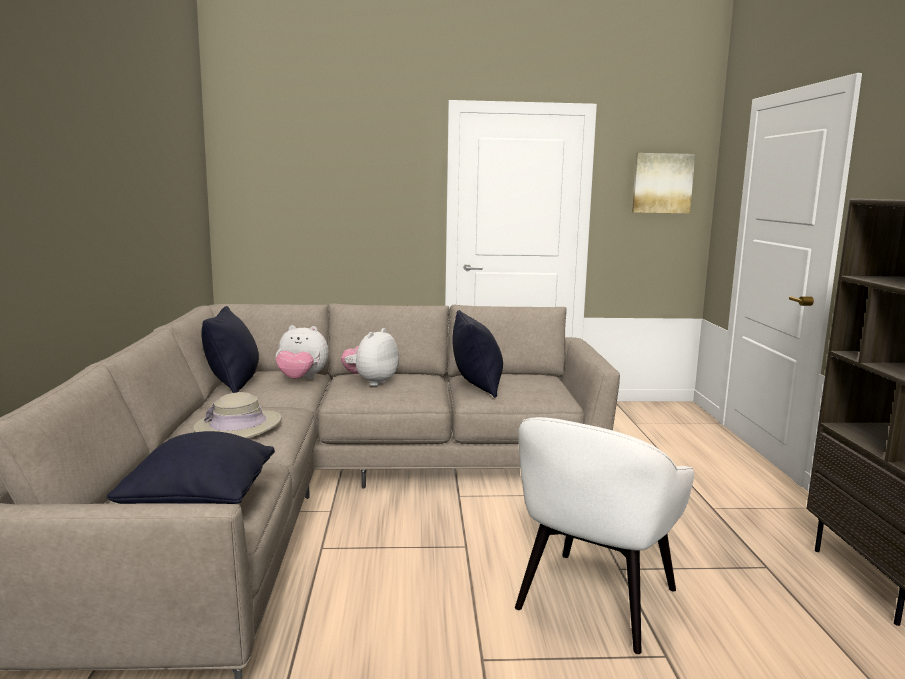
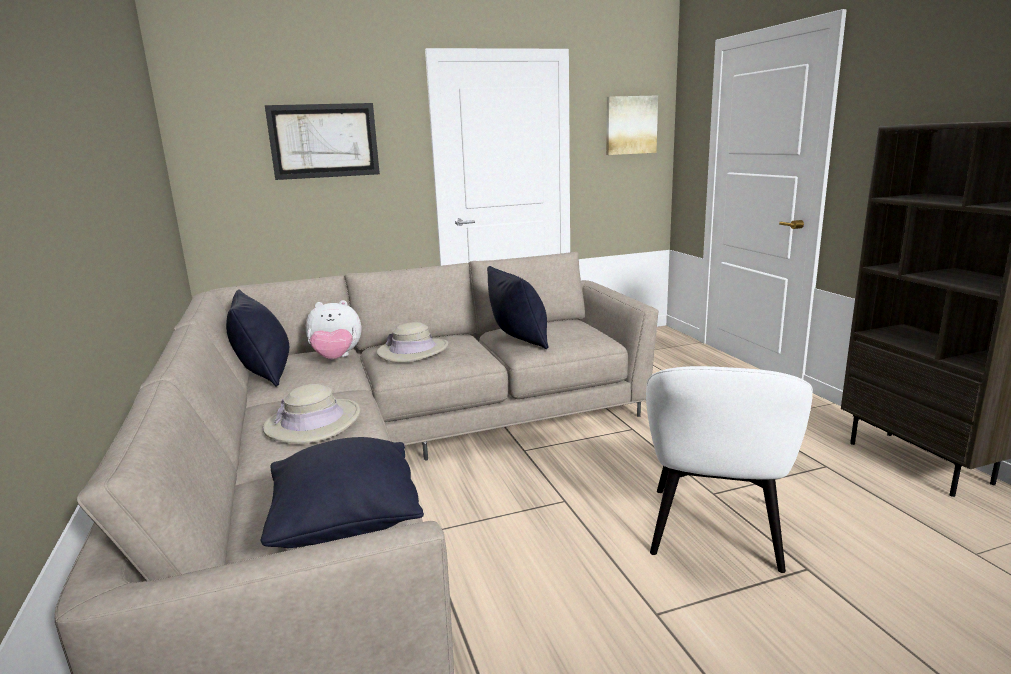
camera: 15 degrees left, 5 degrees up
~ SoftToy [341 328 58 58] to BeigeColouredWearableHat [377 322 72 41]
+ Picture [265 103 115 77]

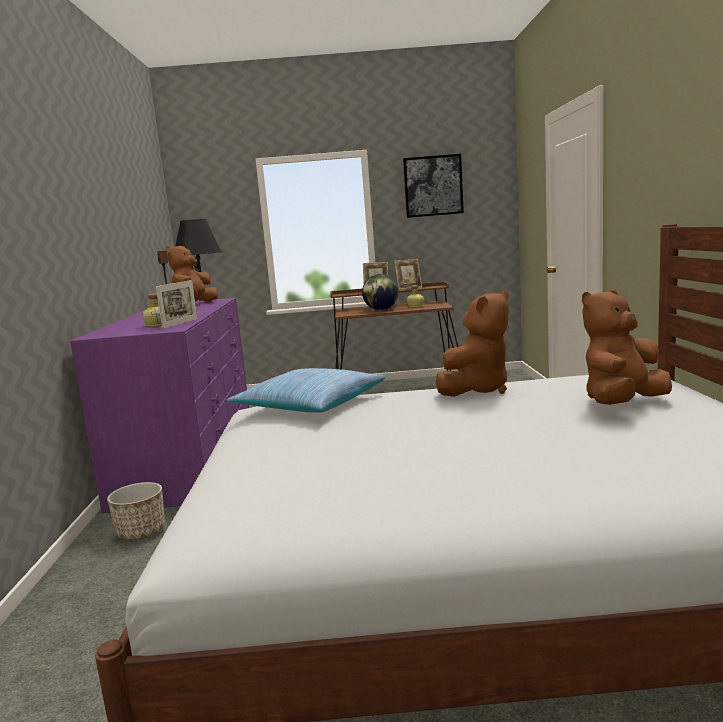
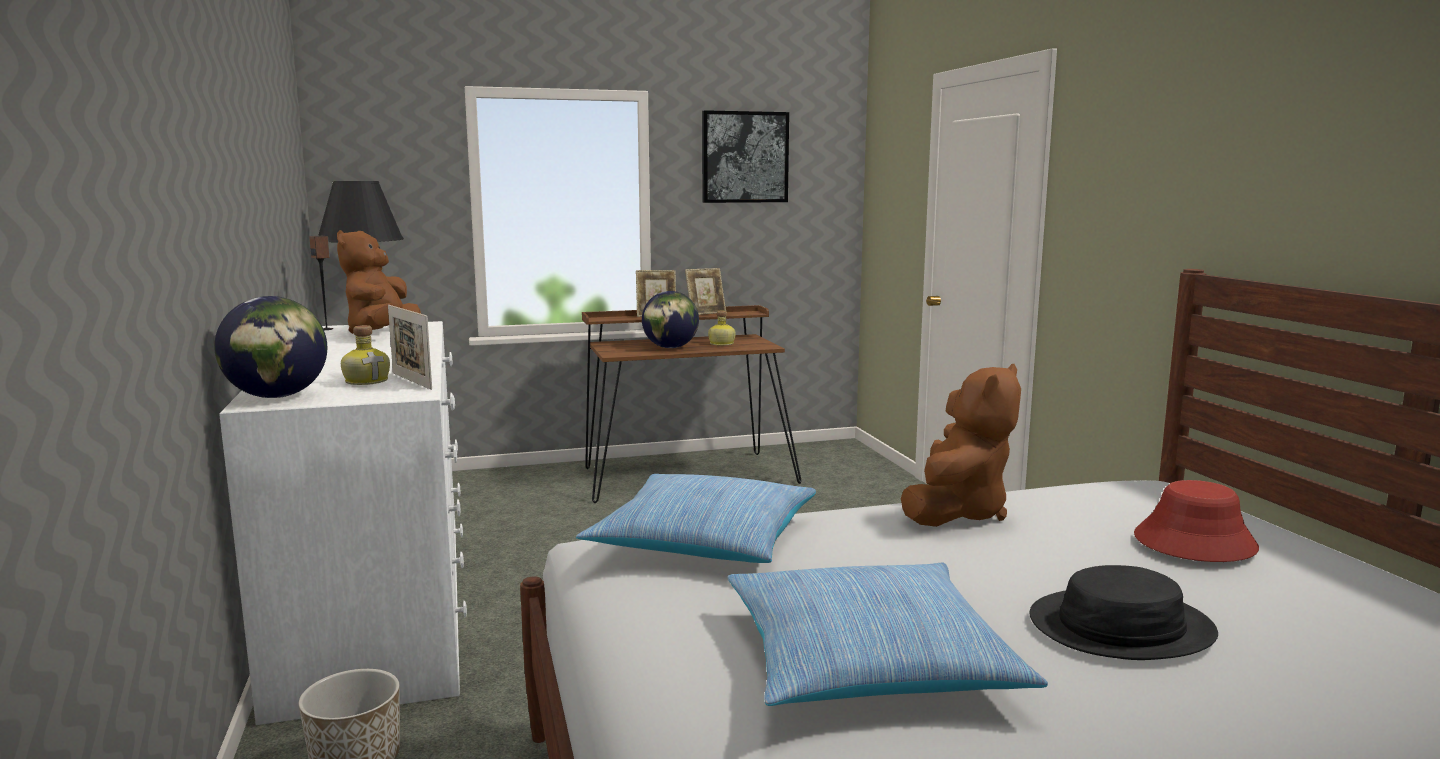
camera: 15 degrees left, 0 degrees up
~ StandingFrame [156 280 41 49] = [388 305 44 85] 135 degrees clockwise
~ BrownColouredSoftToy [582 290 90 115] to RedColouredWearableHat [1134 480 125 82]
~ PurpleColouredChestOfDrawers [70 298 179 215] to WhitishChestOfDrawers [219 321 248 404]
+ Globe [214 296 113 102]
+ Pillow [727 563 321 143]
+ BlackWearableHat [1029 565 189 95]

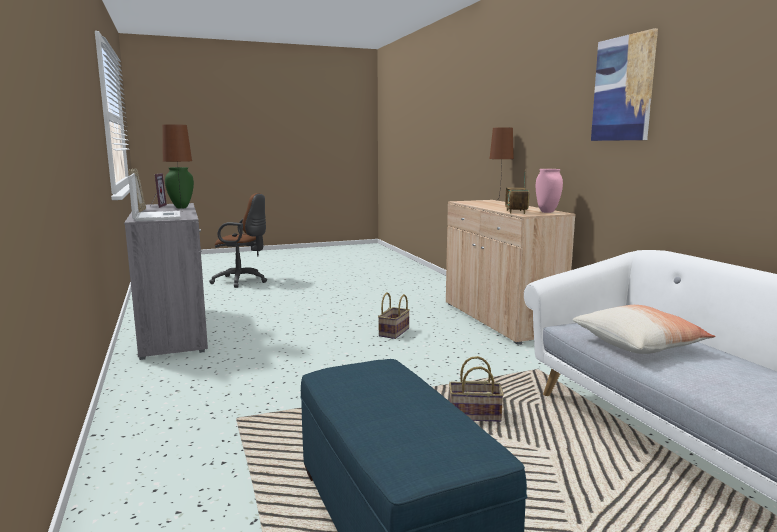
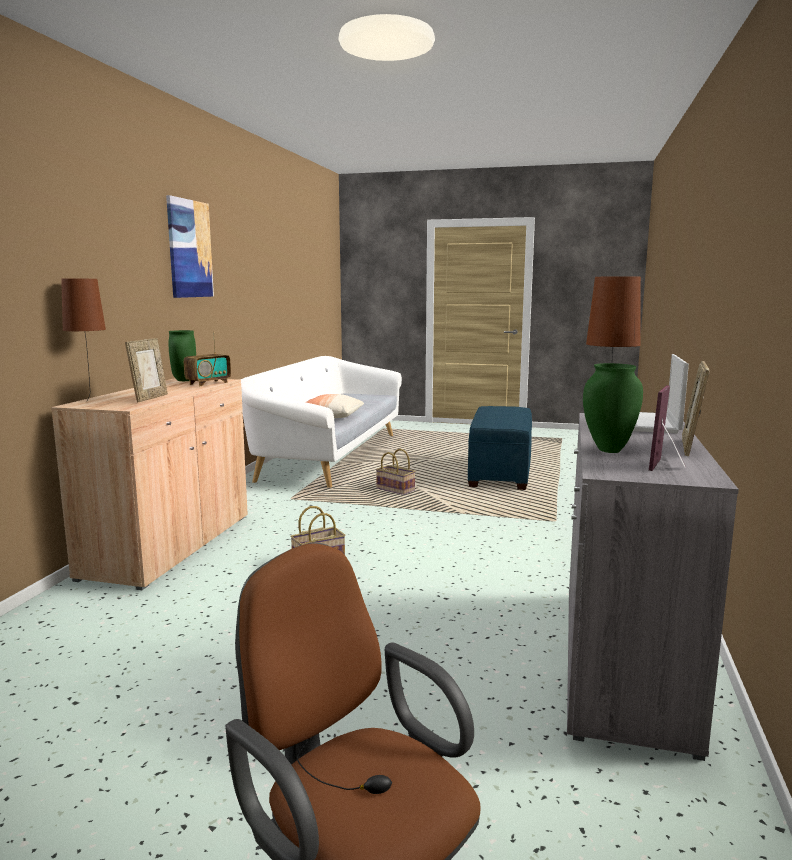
camera: 145 degrees left, 0 degrees up
~ PinkishDecorativeVase [536 169 27 44] to GreenishDecorativeVase [169 330 27 51]
+ StandingFrame [125 338 43 64]

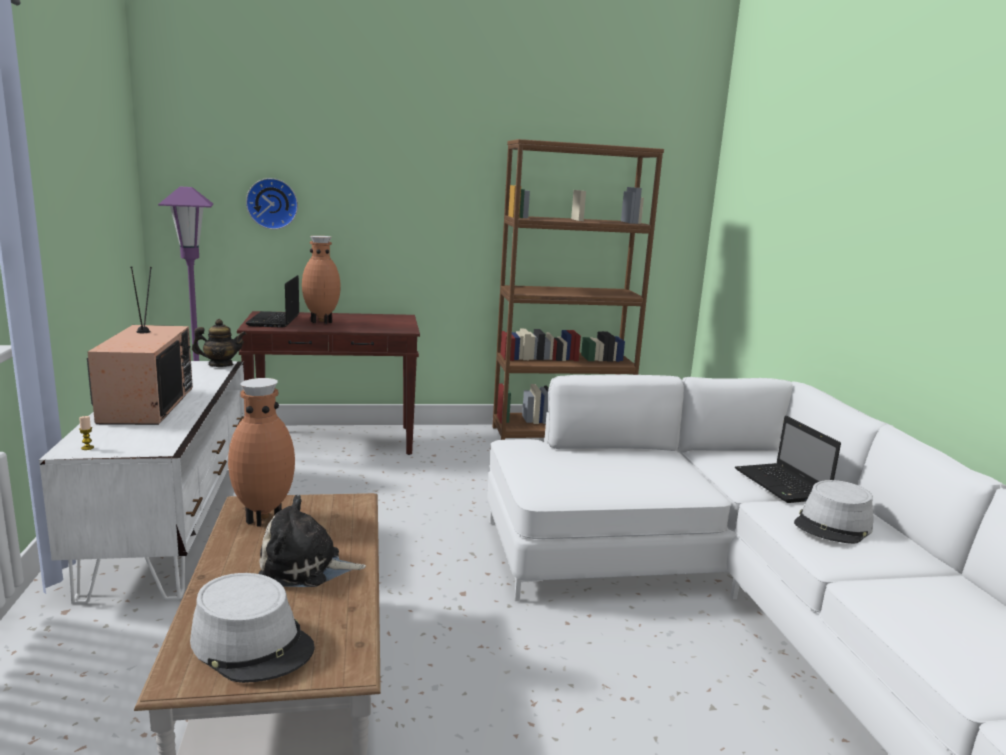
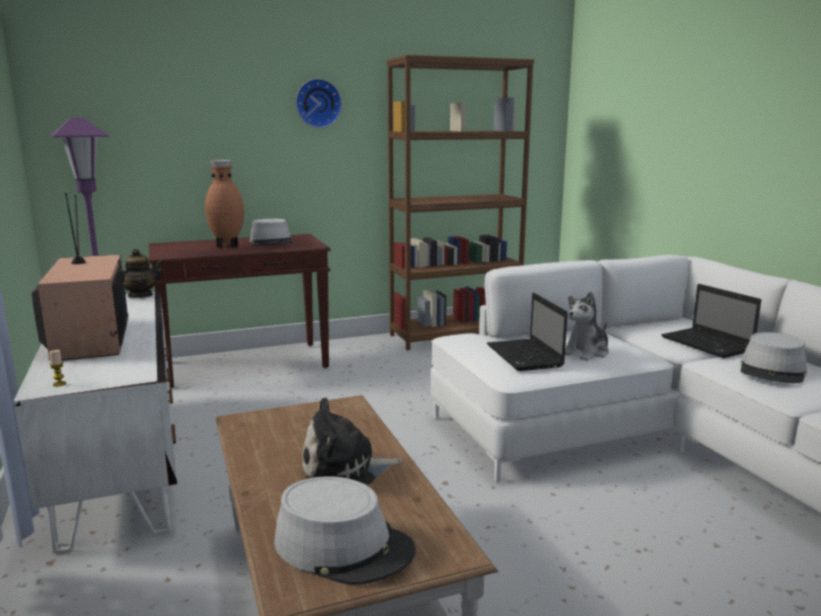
camera: 10 degrees left, 0 degrees up
~ WallClock [246 178 52 52] to [296 79 46 49]
~ Laptop [246 275 53 53] to [487 293 81 78]
- BrownColouredDecorativeVase [228 378 67 149]
+ GreyWearableHat [250 219 44 27]
+ SoftToy [565 292 44 69]

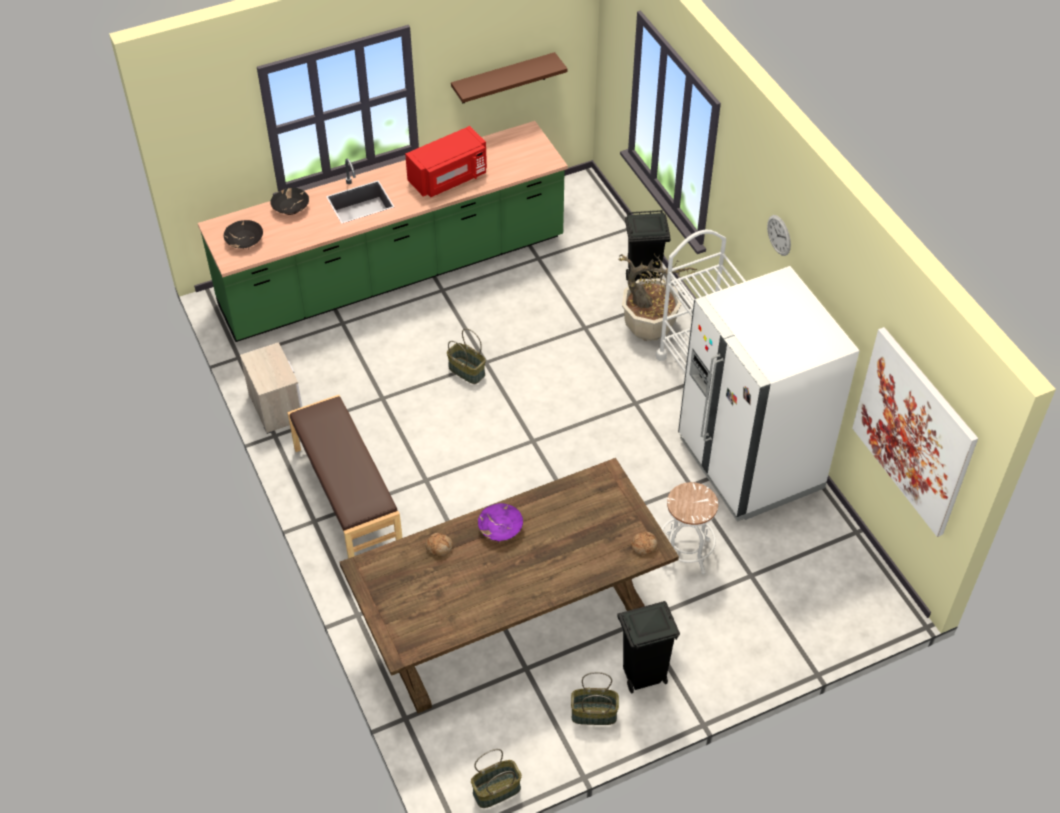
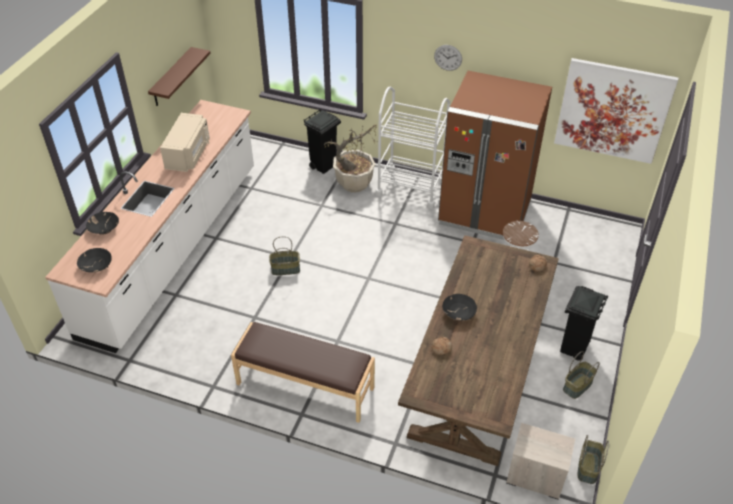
camera: 45 degrees left, 5 degrees down
~ GreenishKitchenBaseUnit [198 121 370 221] to WhitishKitchenBaseUnit [45 100 209 253]
~ RedColouredMicrowaveOven [405 126 82 71] to BeigeColouredMicrowaveOven [160 113 50 59]
~ WhitishFridge [678 266 181 256] to BrownColouredFridge [438 71 114 169]
~ Nightstand [240 342 62 92] to [506 423 69 77]
~ PurpleColouredBowl [478 503 45 39] to BlackBowl [442 294 35 27]

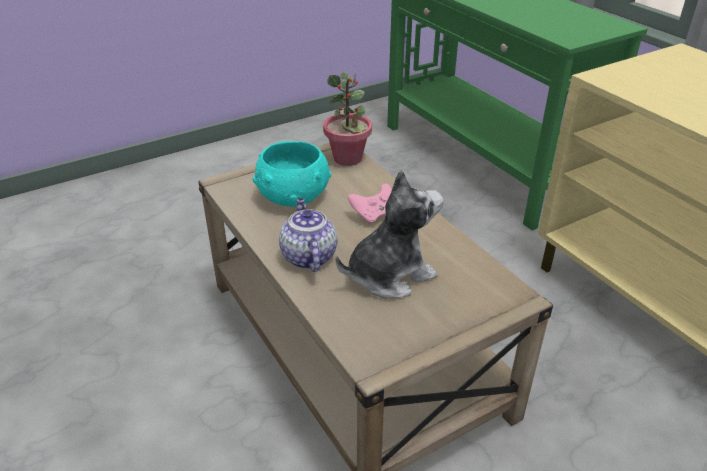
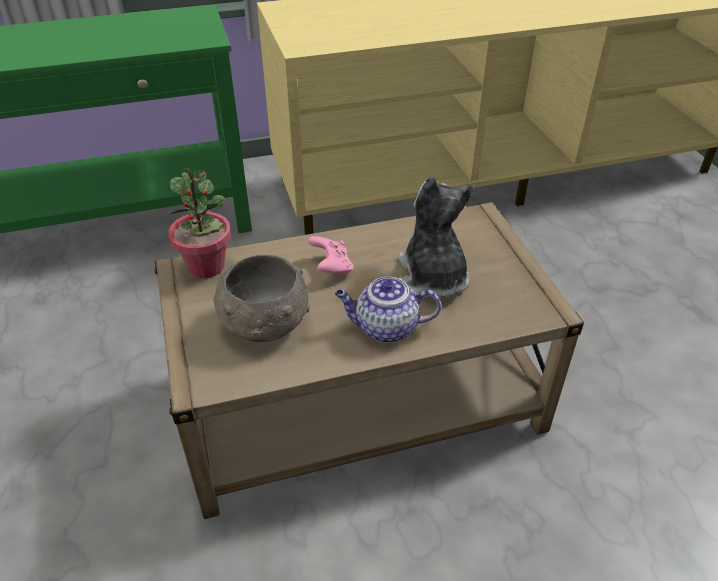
camera: 75 degrees left, 5 degrees up
~ TurquoiseColouredBowl [253 141 78 66] to GreyBowl [214 255 96 87]

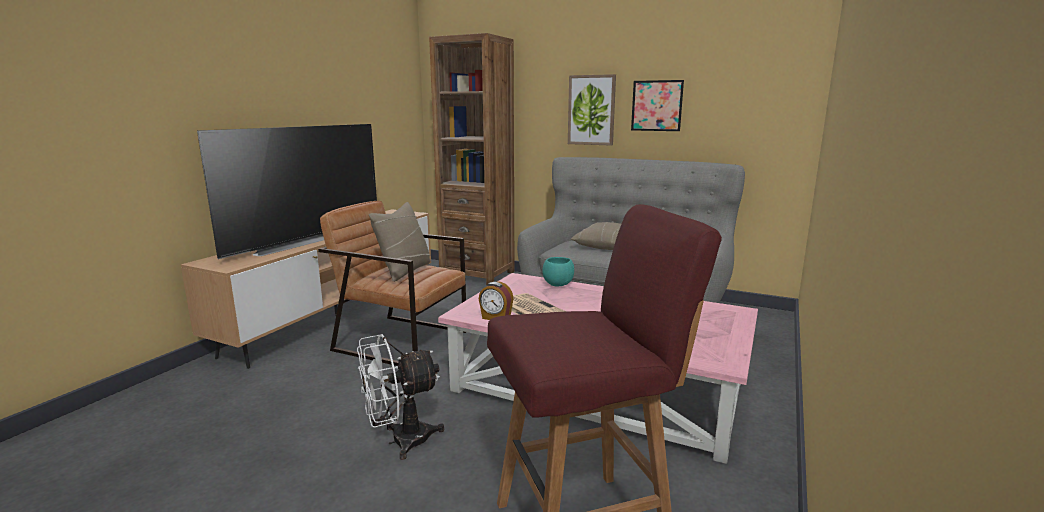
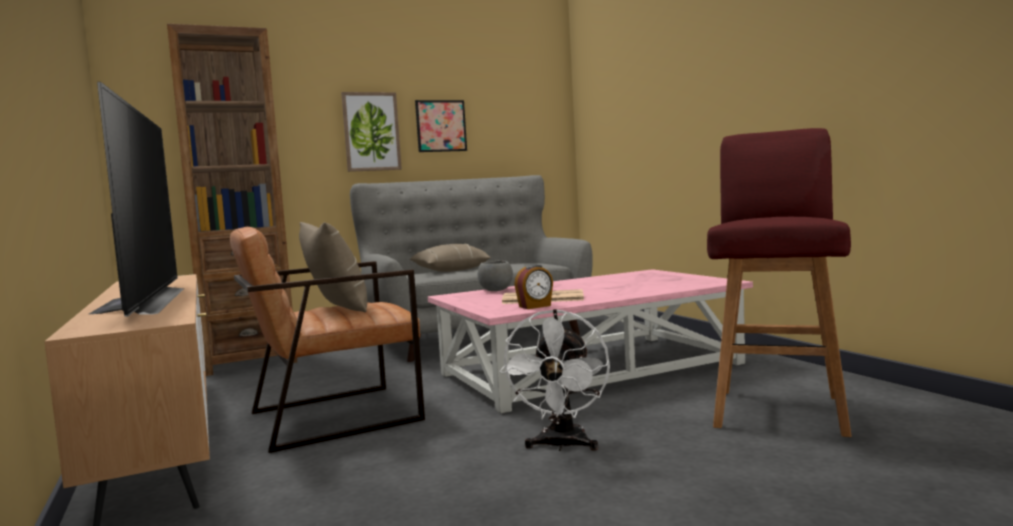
camera: 50 degrees left, 10 degrees down
~ TurquoiseColouredBowl [543 257 31 30] to GreyBowl [478 260 35 31]

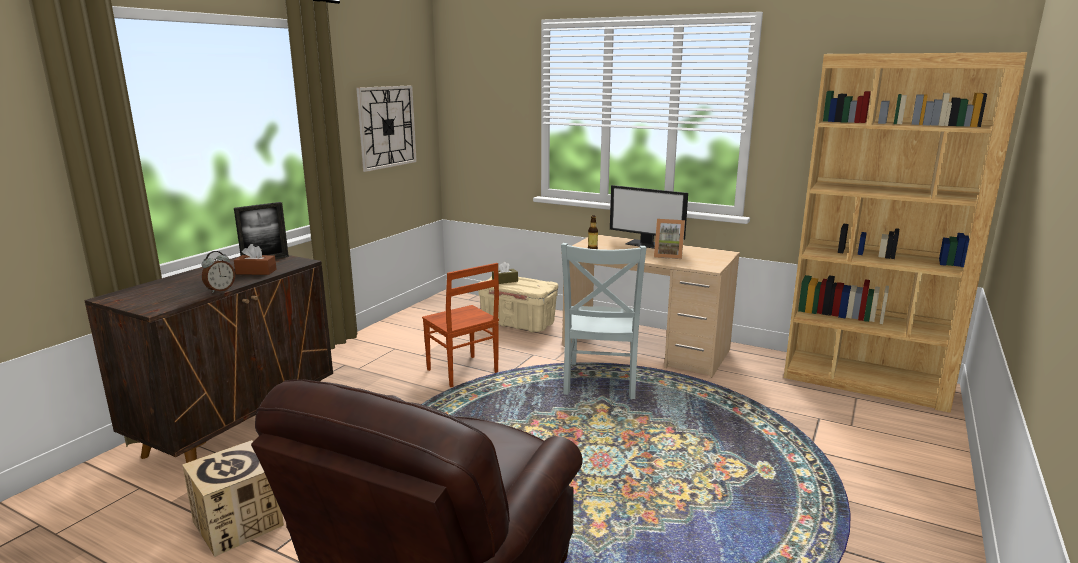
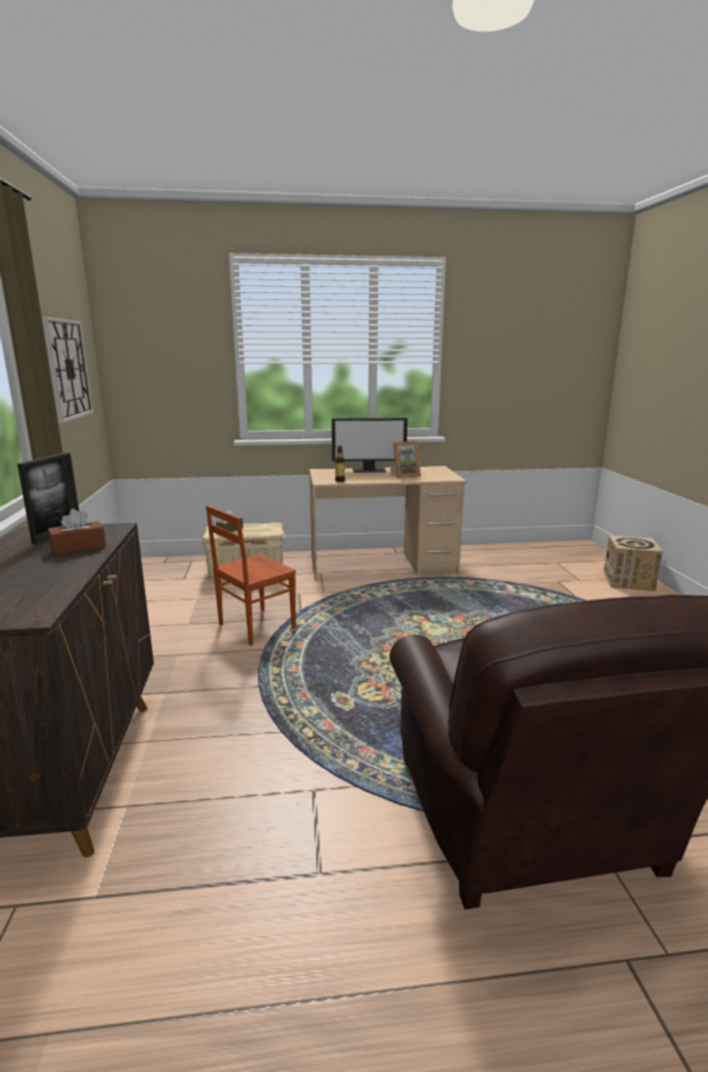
camera: 35 degrees left, 0 degrees up
- BrownColouredBookshelf [784 52 243 361]
- GreyChair [561 243 85 156]
- AlarmClock [202 251 33 42]
~ BrownColouredChair [422 263 77 124] = [206 505 90 141] 120 degrees clockwise
~ Carton [182 440 102 117] to [604 535 59 56]

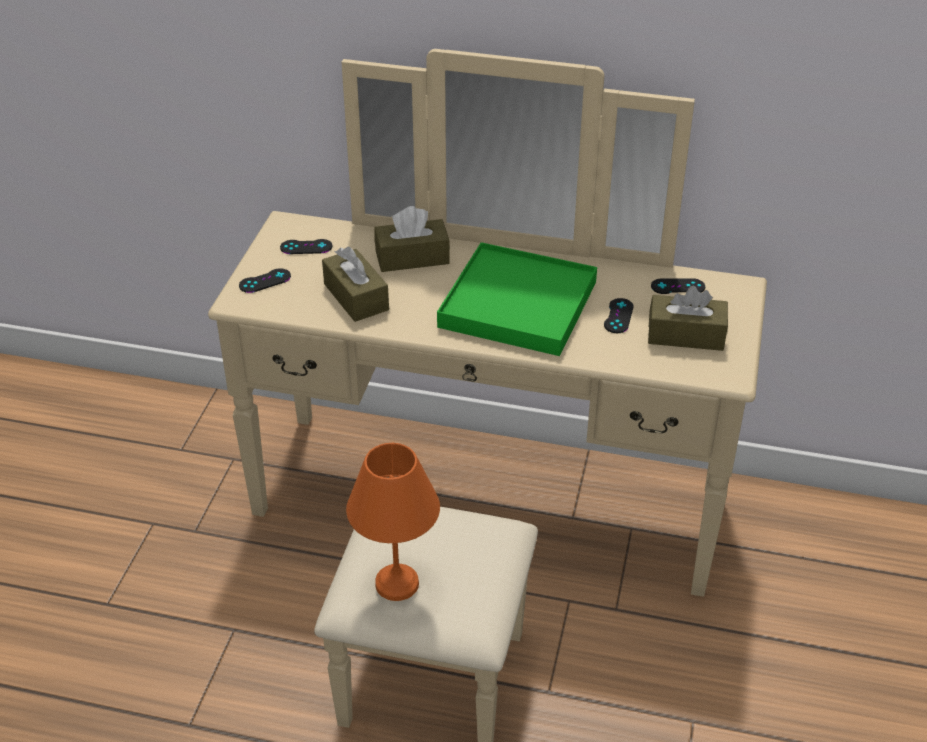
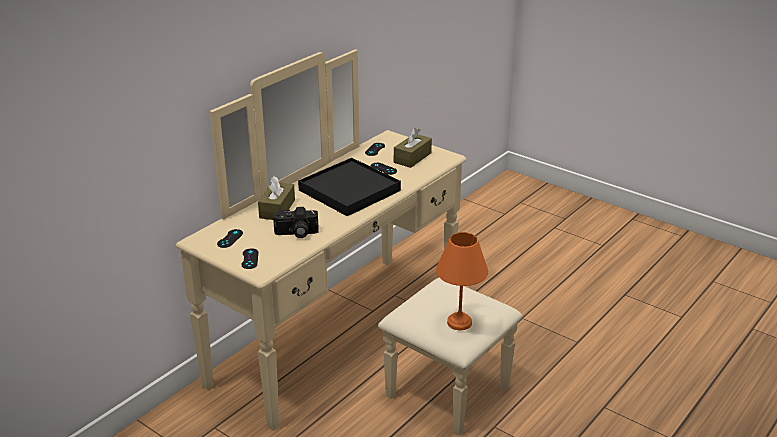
camera: 65 degrees left, 10 degrees down
~ GreenishTray [437 242 160 114] to BlackTray [298 158 103 58]
~ BrownColouredBoxOfTissues [322 247 67 75] to StillCamera [273 207 46 31]

